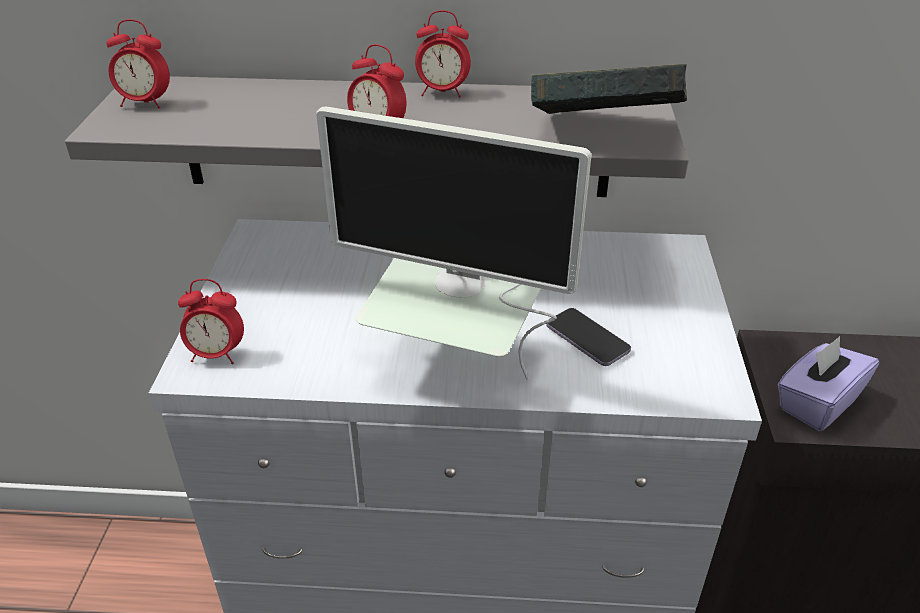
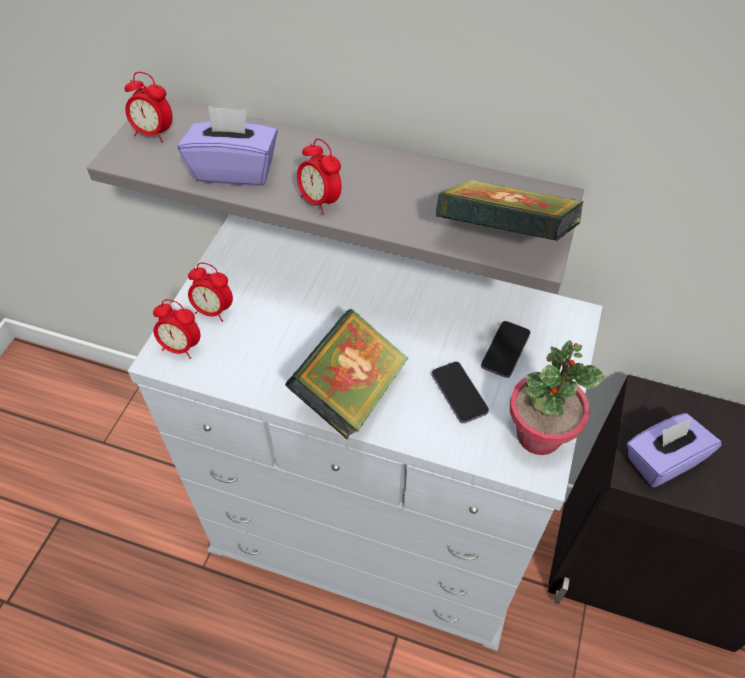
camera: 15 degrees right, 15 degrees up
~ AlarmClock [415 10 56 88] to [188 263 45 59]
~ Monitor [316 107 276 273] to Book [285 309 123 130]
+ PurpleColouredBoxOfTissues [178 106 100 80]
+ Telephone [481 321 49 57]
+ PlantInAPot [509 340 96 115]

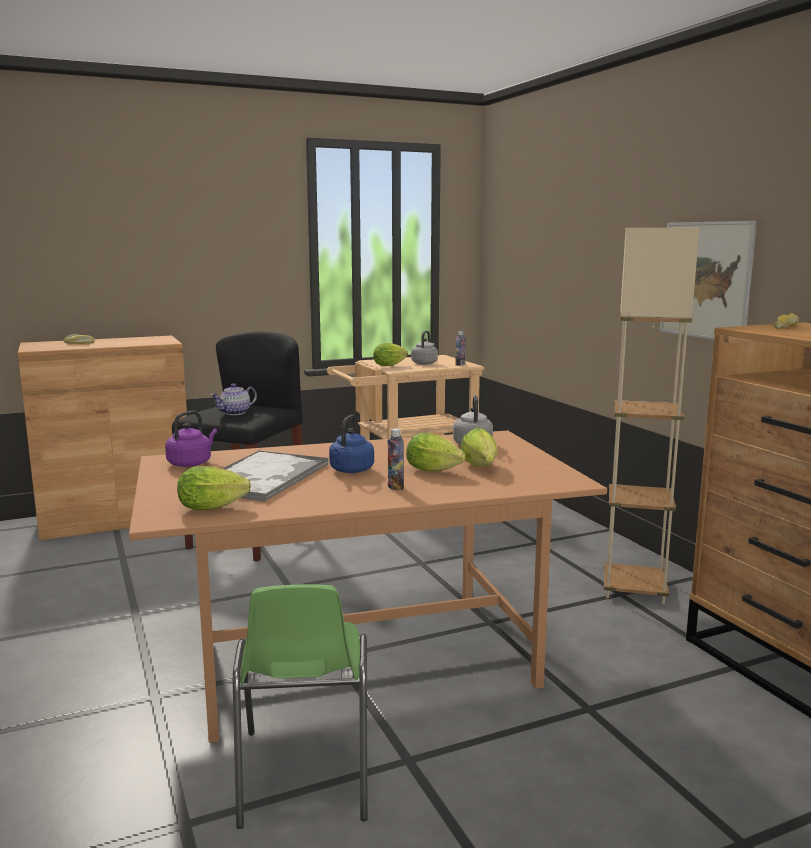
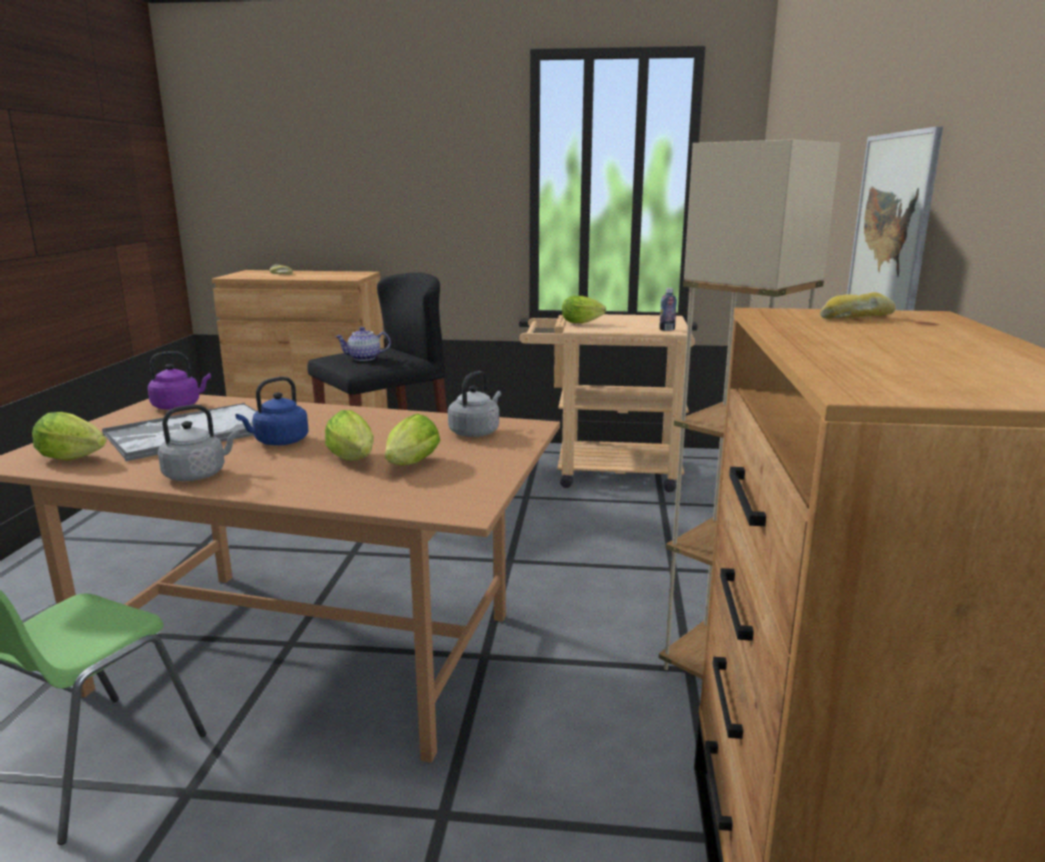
camera: 30 degrees right, 5 degrees up
~ GreyTeaKettle [411 331 27 34] to [158 404 81 77]
- DrinkBottle [388 428 16 63]

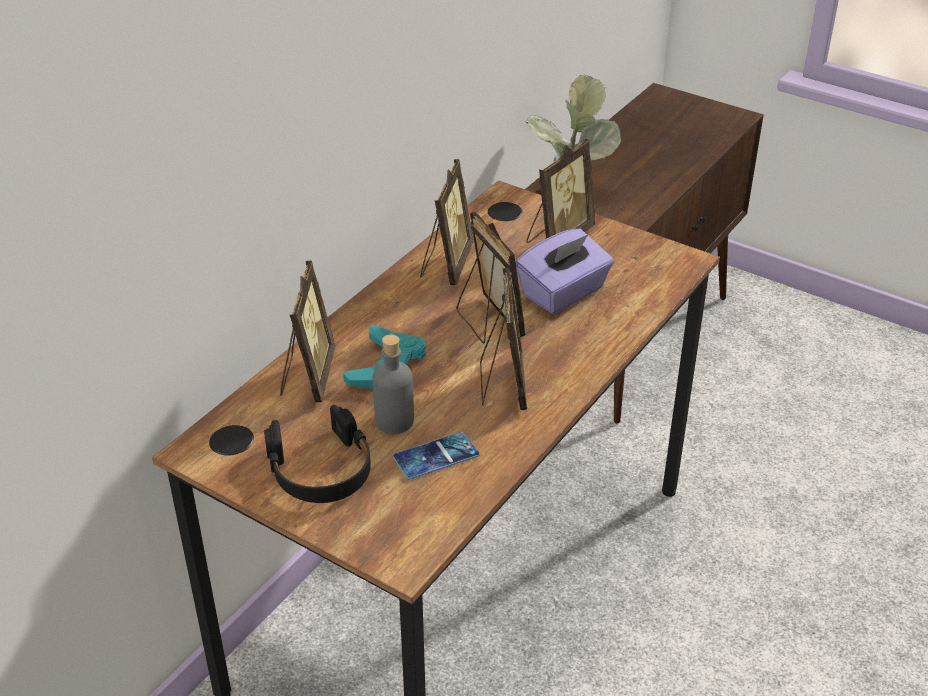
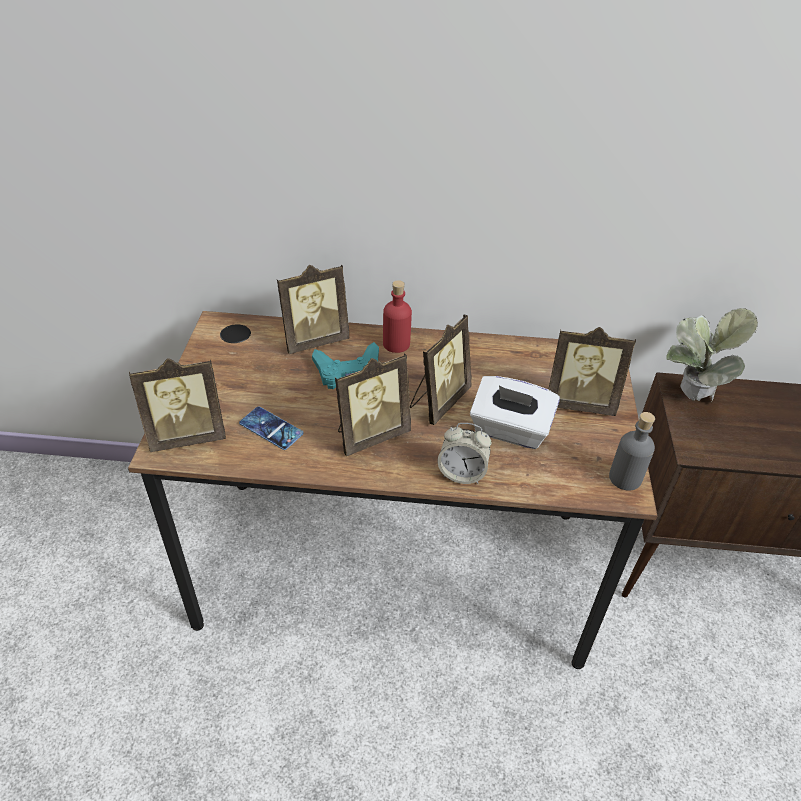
camera: 60 degrees right, 5 degrees up
~ StandingFrame [420 159 53 126] to [129 358 97 94]
~ PurpleColouredBoxOfTissues [516 229 98 85] to WhitishBoxOfTissues [470 376 90 73]
~ GreyDrinkBottle [373 335 41 99] to [609 412 46 79]
- BlackHeadset [264 405 107 98]
+ RedColouredDrinkBottle [383 280 29 73]
+ AlarmClock [438 423 53 61]

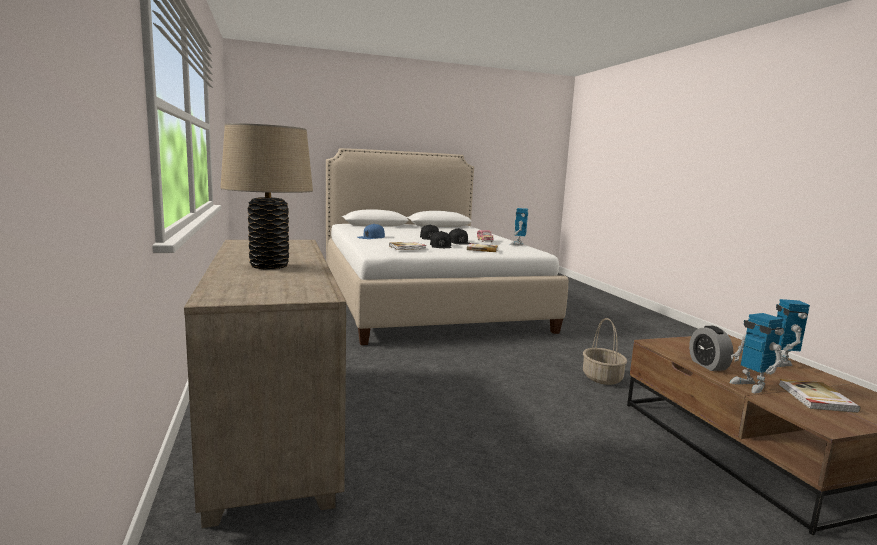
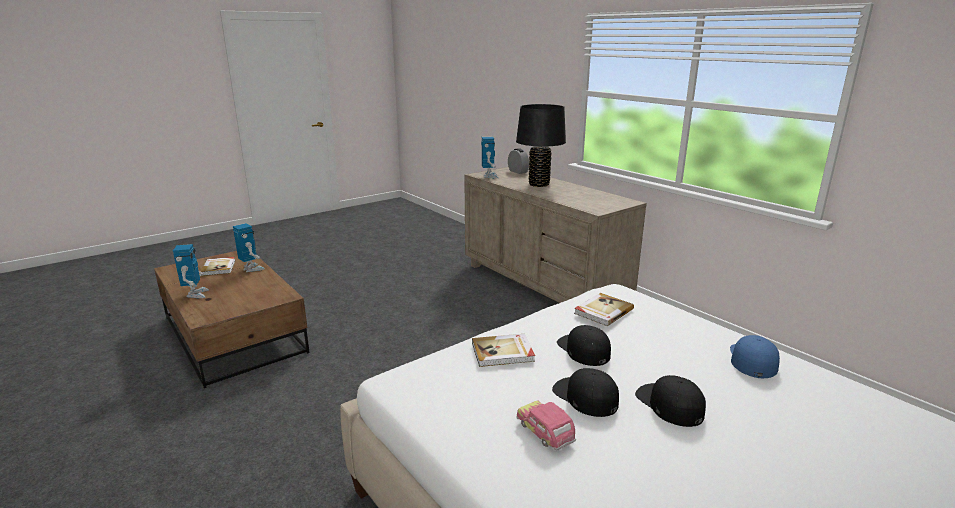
camera: 160 degrees right, 10 degrees up
~ BeigeColouredTableLamp [220 123 93 146] to BlackTableLamp [516 104 50 83]
~ RobotFigure [510 208 18 37] to [481 137 18 41]
- StorageBasket [583 318 44 67]
~ AlarmClock [689 326 45 45] to [508 148 21 26]

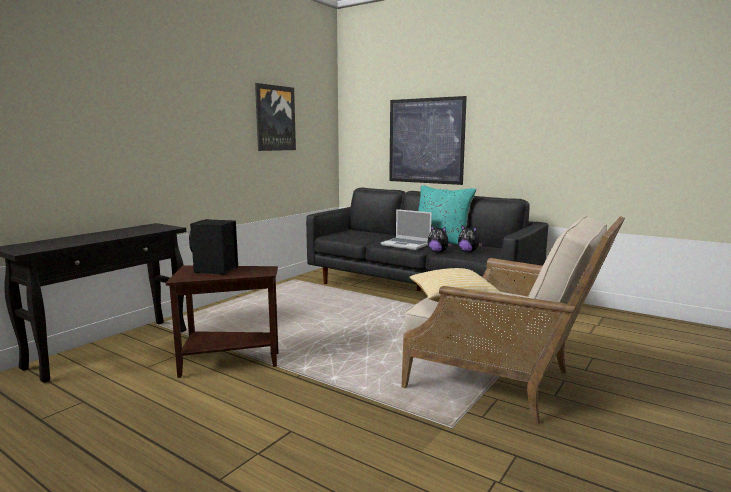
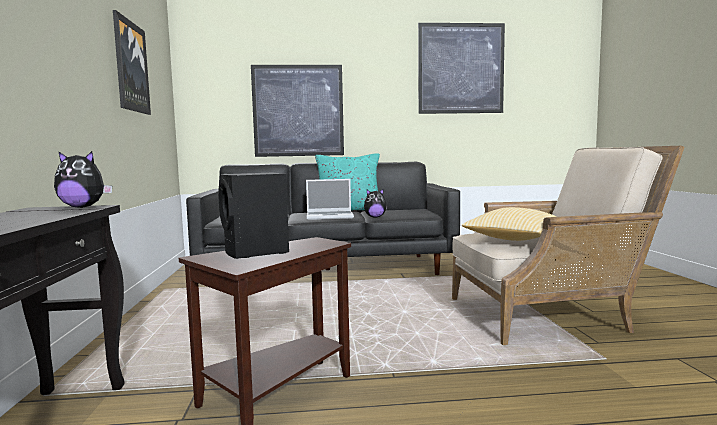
camera: 40 degrees left, 5 degrees down
~ SoftToy [458 225 25 27] to [54 151 58 57]
+ Picture [418 23 87 91]

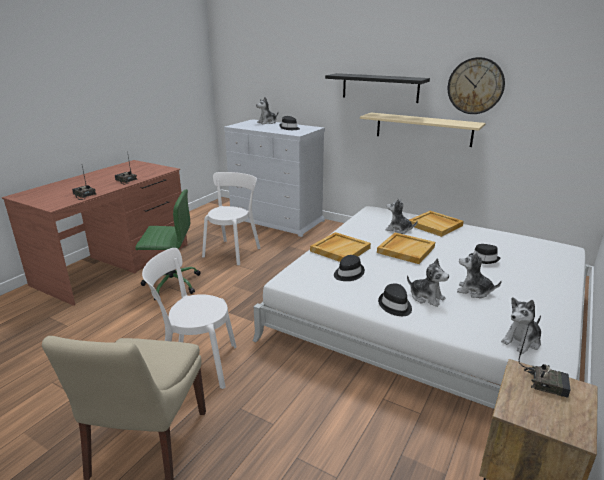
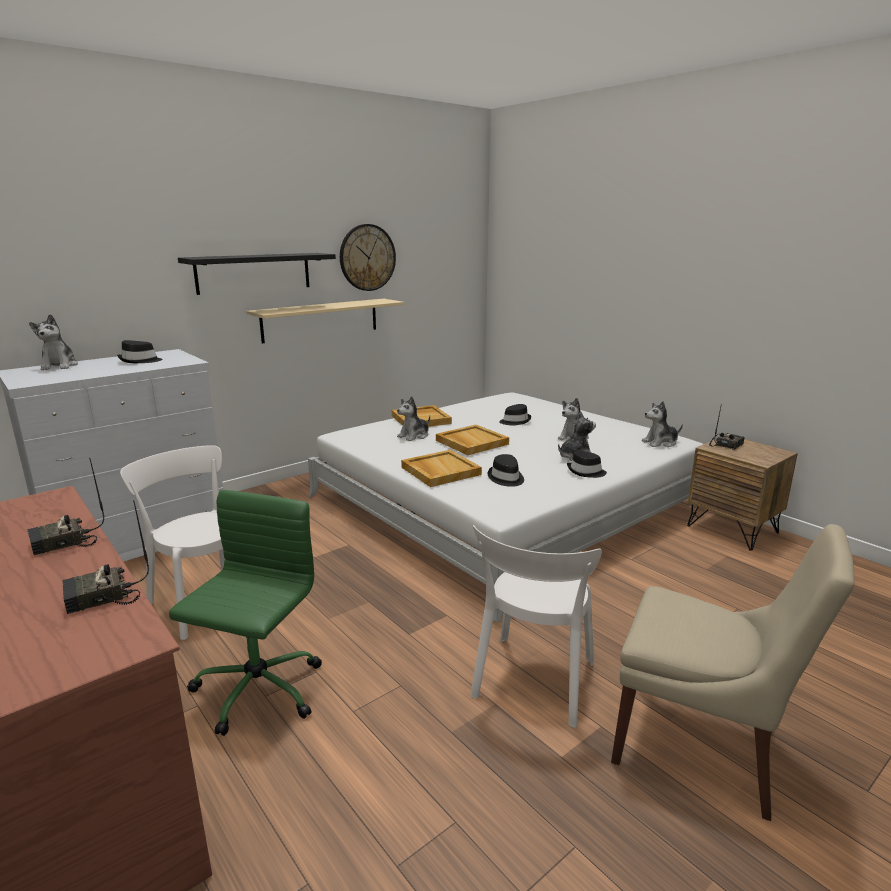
camera: 70 degrees left, 5 degrees down
~ SoftToy [501 297 40 57] = [642 401 41 46] 90 degrees clockwise

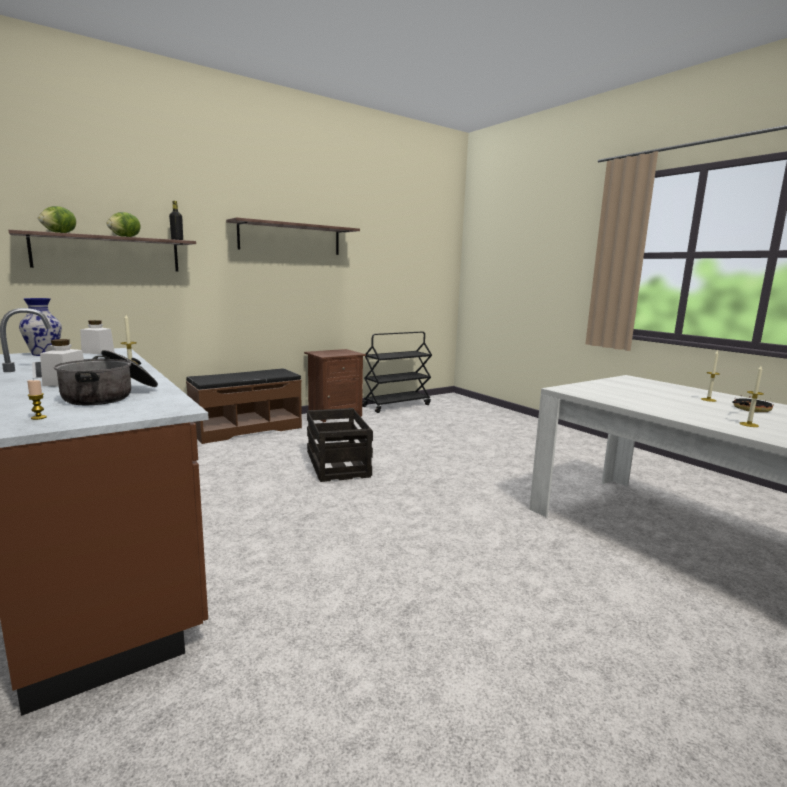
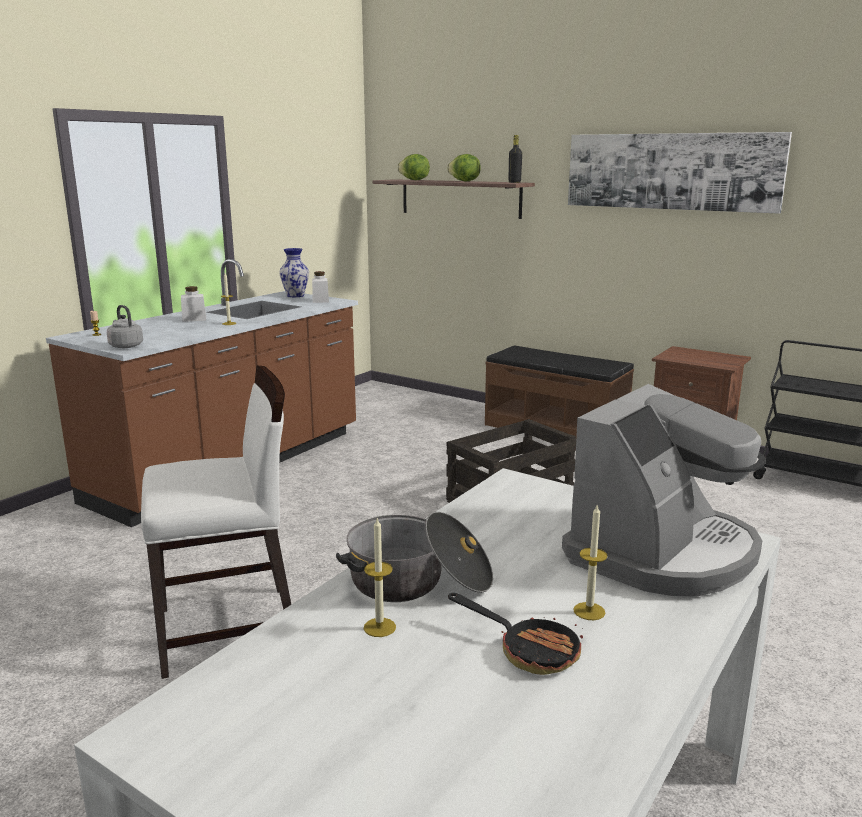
camera: 70 degrees right, 5 degrees up
~ BracketShelf [226 217 134 38] to Picture [568 132 224 82]
~ Saucepot [54 350 104 55] to [336 512 157 90]
+ GreyTeaKettle [107 305 36 43]
+ WhitishChair [141 366 150 313]
+ CoffeeMachine [562 384 204 213]

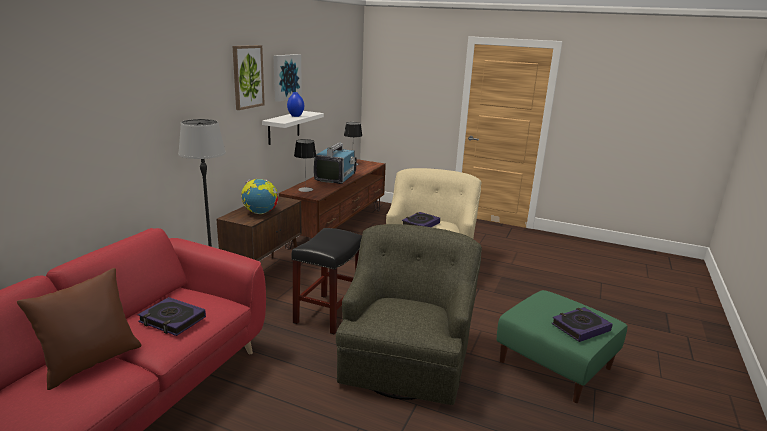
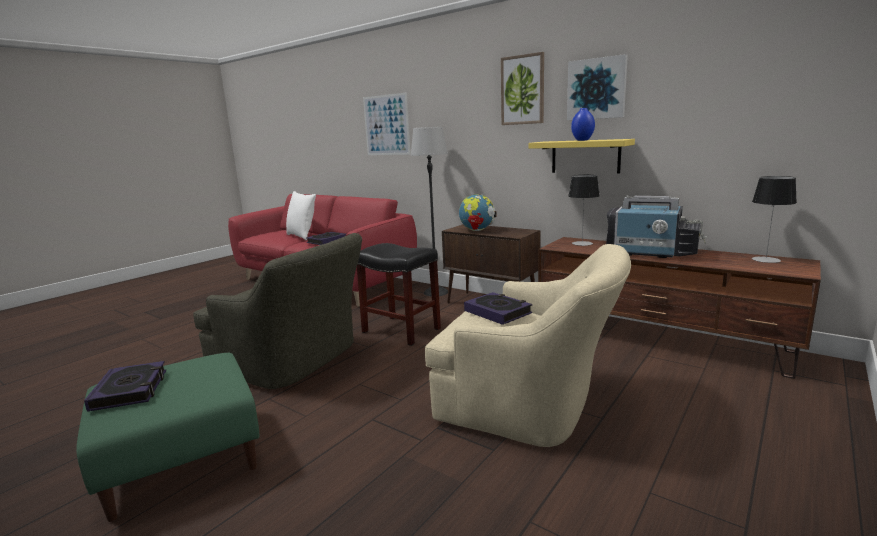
camera: 105 degrees right, 5 degrees down
~ WhitishBracketShelf [262 111 62 34] to YellowBracketShelf [528 139 107 34]
~ BrownColouredPillow [17 268 125 122] to WhitishPillow [286 191 30 49]
+ Picture [363 93 48 62]

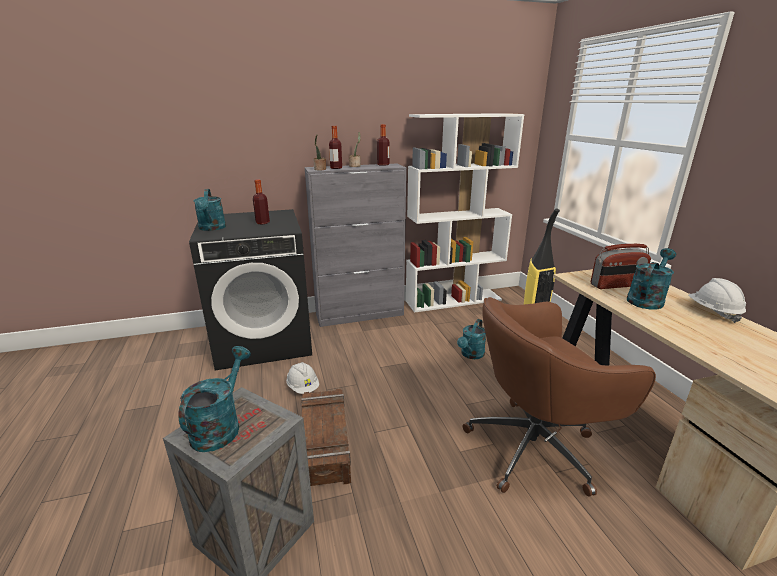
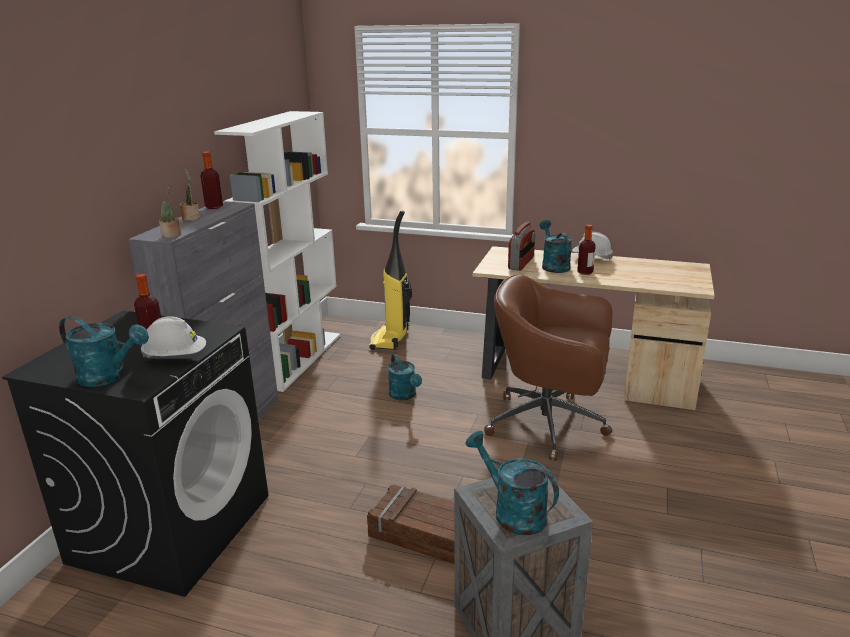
camera: 55 degrees left, 0 degrees up
~ DrinkBottle [329 126 13 43] to [577 225 19 50]
~ BrownColouredDeskChair [463 297 193 200] = [484 275 128 186] 90 degrees clockwise
~ WhitishSafetyHelmet [286 362 33 32] to [141 316 65 42]

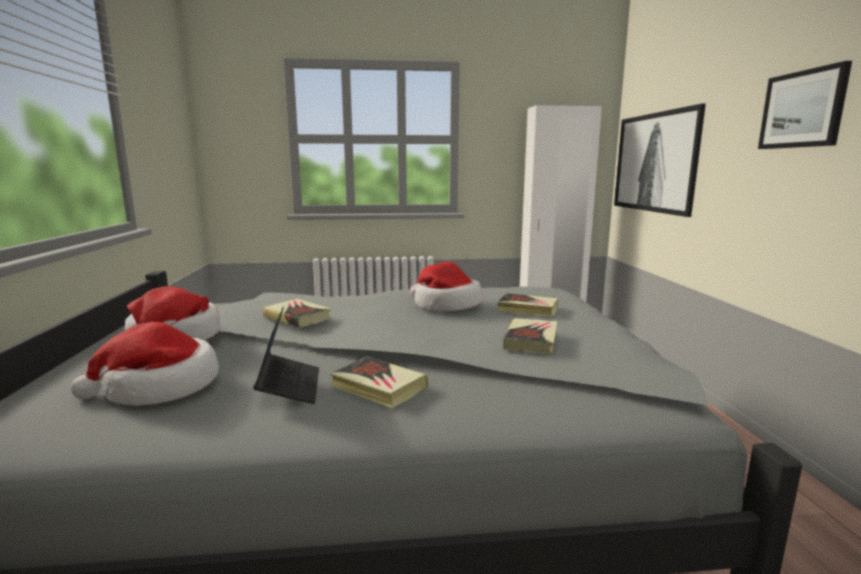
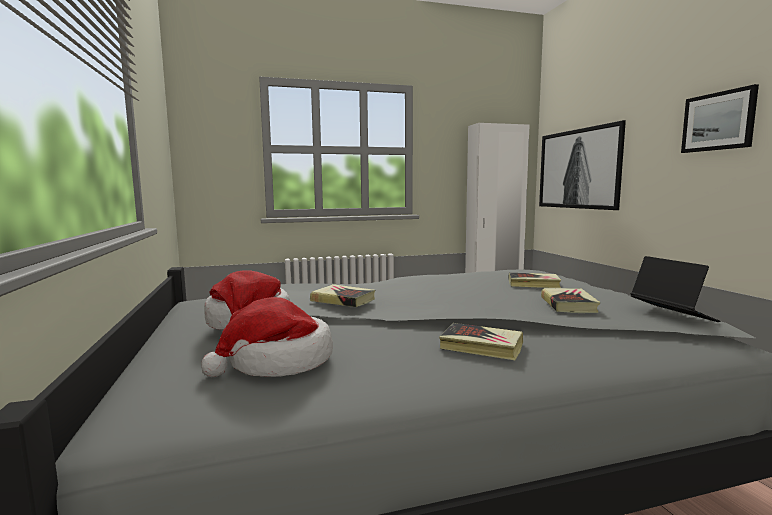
camera: 10 degrees left, 5 degrees down
- WearableHat [410 262 72 49]
~ Laptop [253 306 66 98] to [631 256 89 66]

